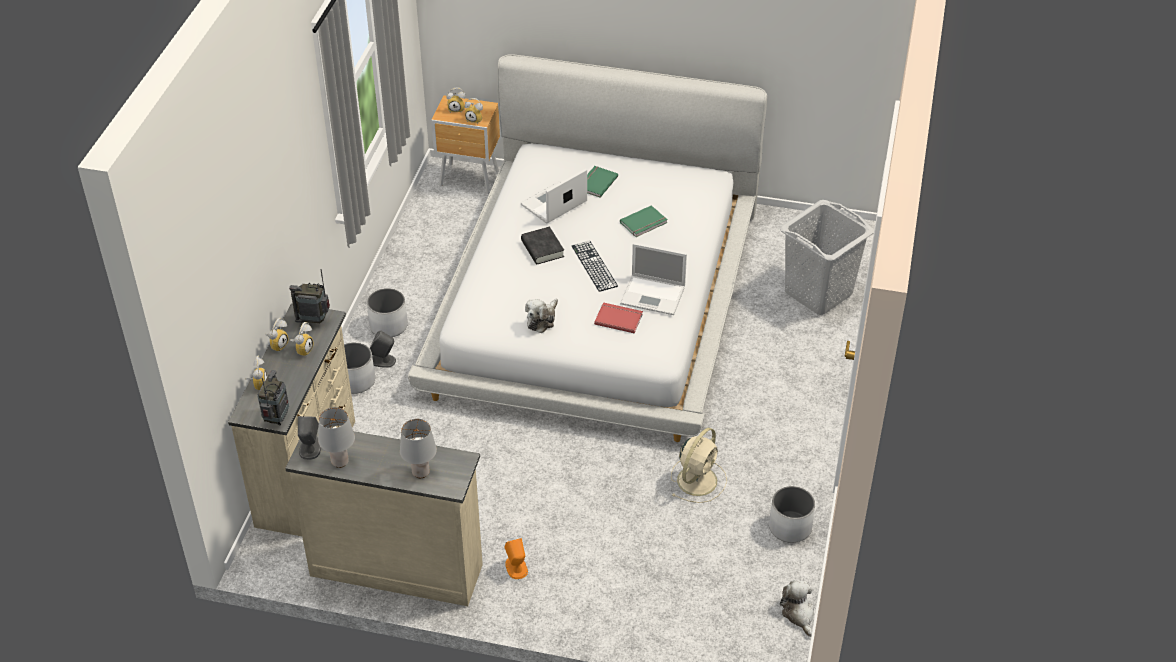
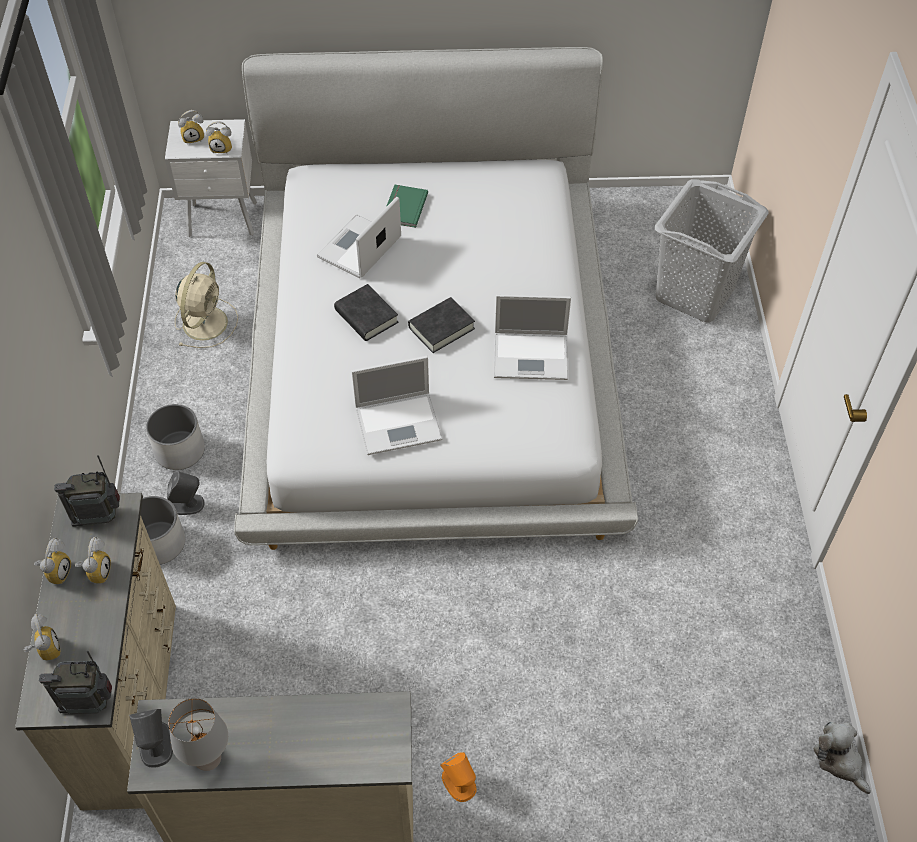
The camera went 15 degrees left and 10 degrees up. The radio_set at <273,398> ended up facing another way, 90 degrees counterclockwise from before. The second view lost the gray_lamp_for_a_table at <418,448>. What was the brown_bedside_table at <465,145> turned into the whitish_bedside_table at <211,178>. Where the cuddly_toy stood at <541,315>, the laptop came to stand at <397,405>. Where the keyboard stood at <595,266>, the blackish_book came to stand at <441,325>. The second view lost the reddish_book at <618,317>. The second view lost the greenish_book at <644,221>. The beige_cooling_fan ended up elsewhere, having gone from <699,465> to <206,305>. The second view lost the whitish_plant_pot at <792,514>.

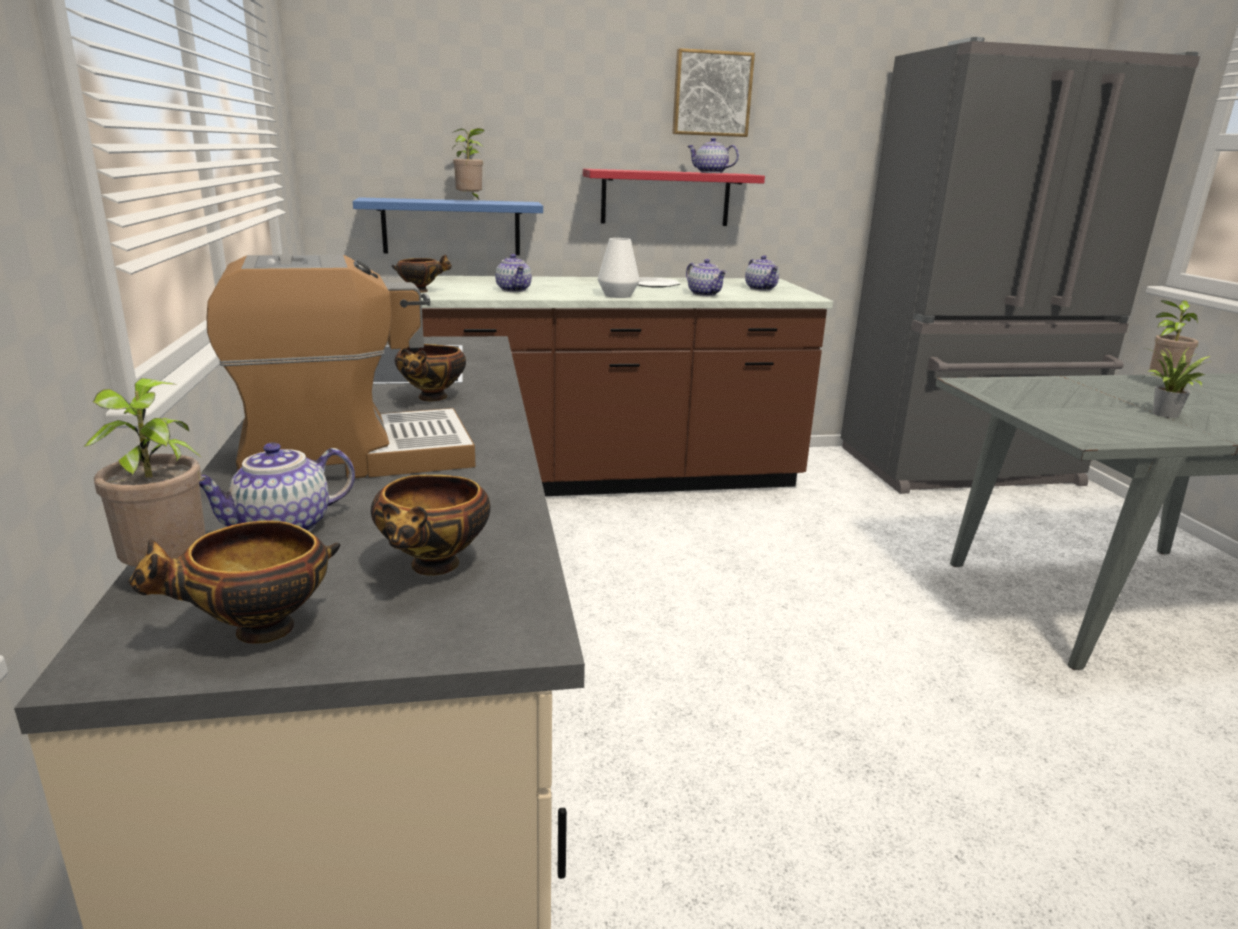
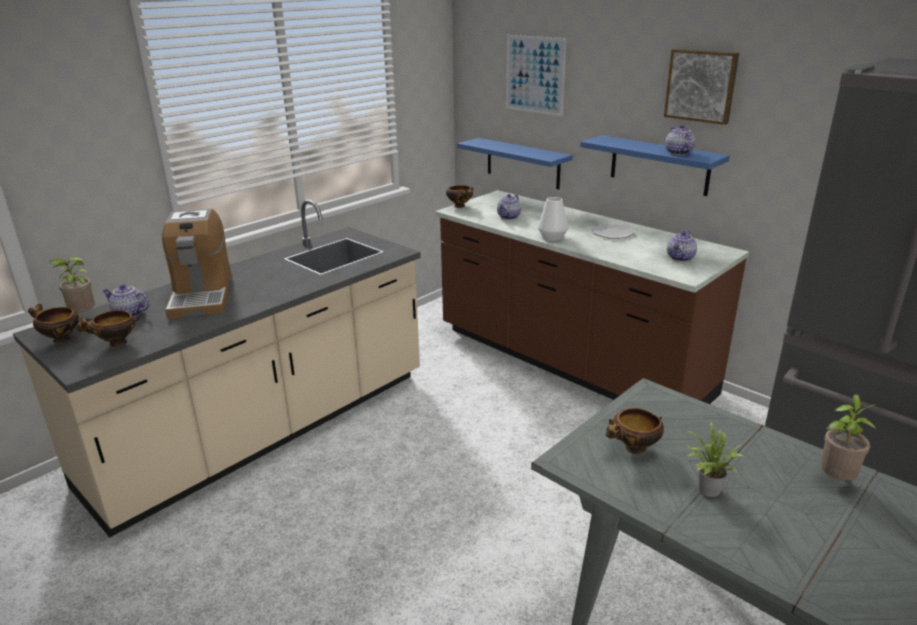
The camera went 55 degrees right and 5 degrees up. The coffee_maker at <340,367> ended up facing another way, 45 degrees clockwise from before. The serving_bowl ended up elsewhere, having gone from <430,372> to <635,431>. The second view lost the plant_in_a_pot at <468,163>. What was the reddish_bracket_shelf at <674,197> turned into the bluish_bracket_shelf at <655,165>. The second view lost the teapot at <706,277>. The second view gained the wall_art at <536,75>.

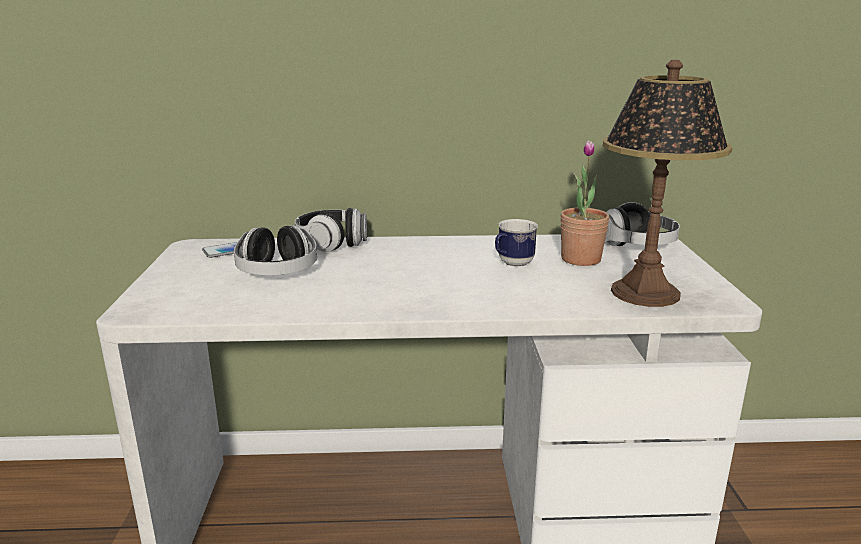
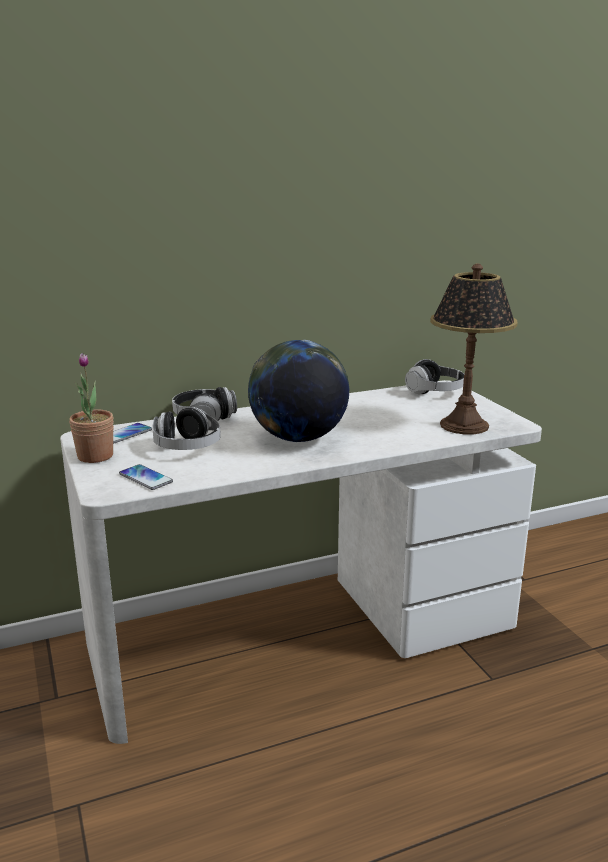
The camera went 20 degrees left and 0 degrees up. The second view lost the tea_mug at <516,243>. The plant_in_a_pot ended up elsewhere, having gone from <585,203> to <91,408>. The second view gained the phone at <146,477>. The second view gained the globe at <298,391>.

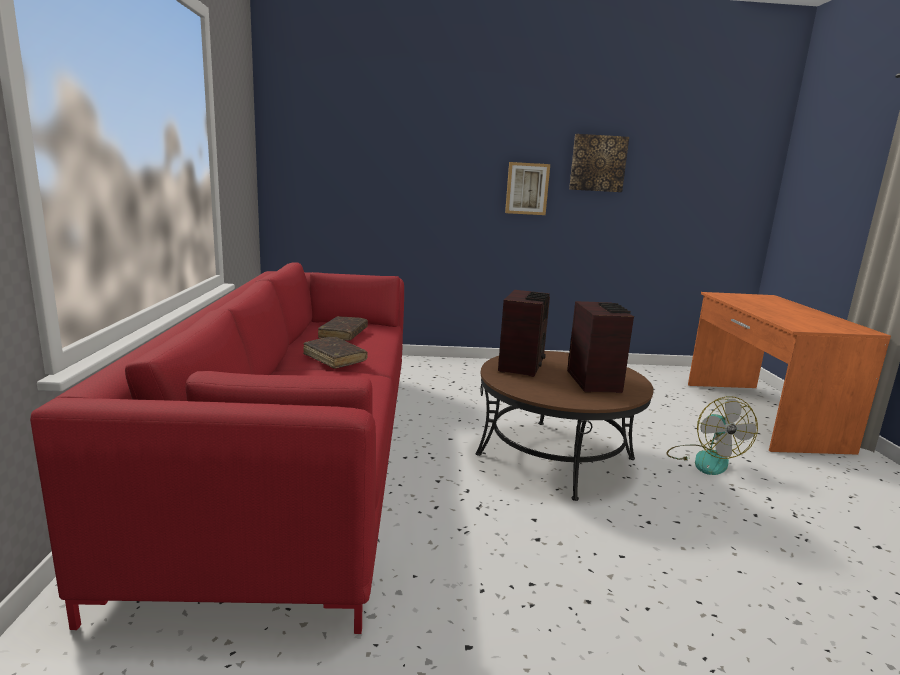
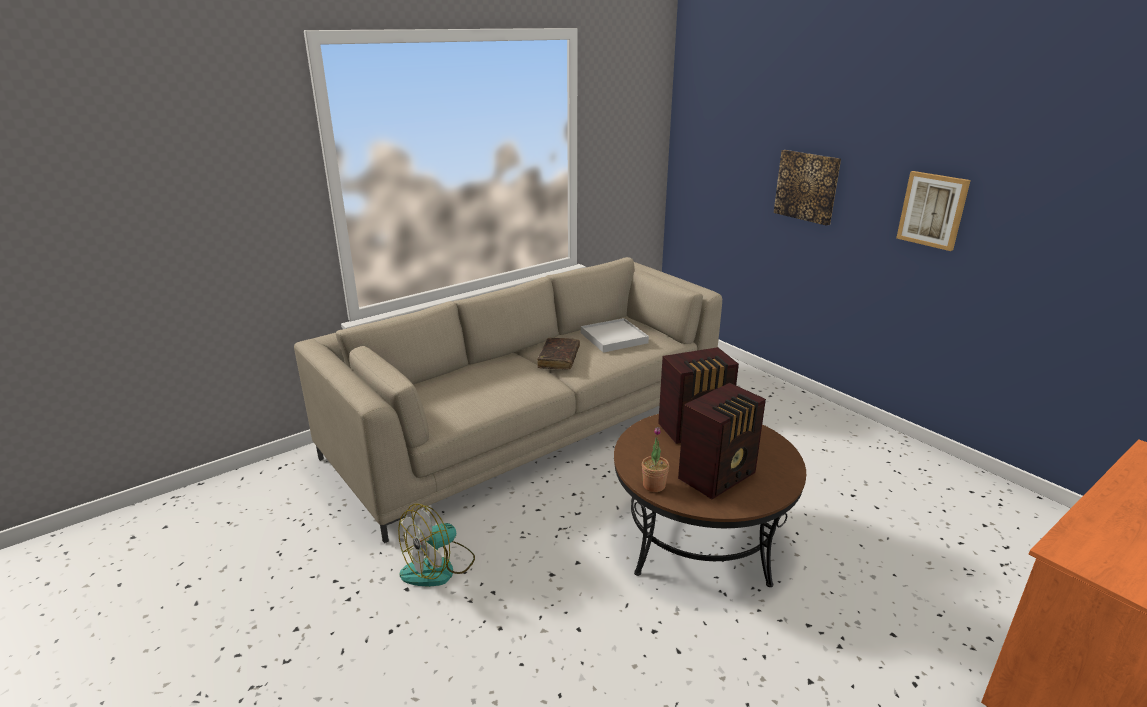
The camera went 55 degrees right and 10 degrees up. What was the reddish_couch at <217,448> turned into the beige_couch at <508,400>. Where the brown_book stood at <343,328>, the whitish_tray came to stand at <615,335>. The wall_art ended up elsewhere, having gone from <599,163> to <807,188>. The cooling_fan ended up elsewhere, having gone from <712,435> to <436,545>. The second view gained the plant_in_a_pot at <655,459>.

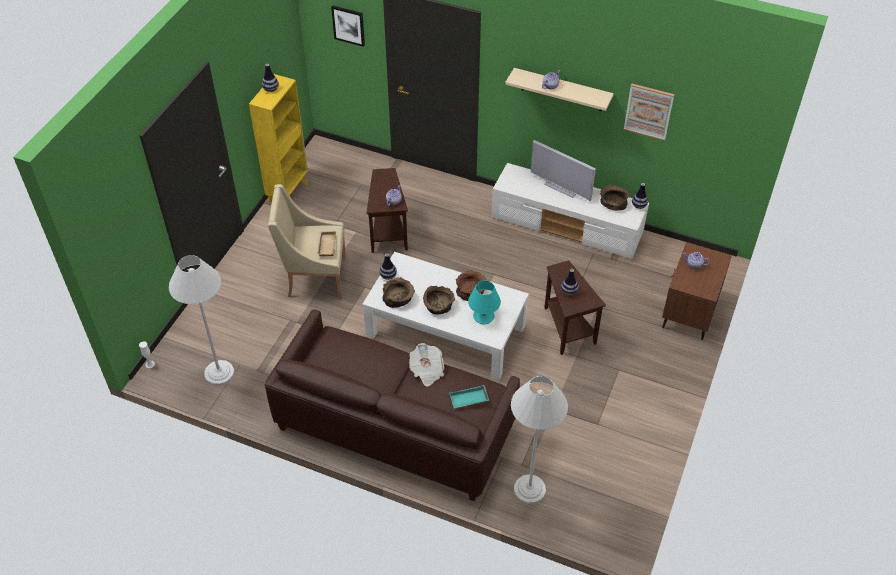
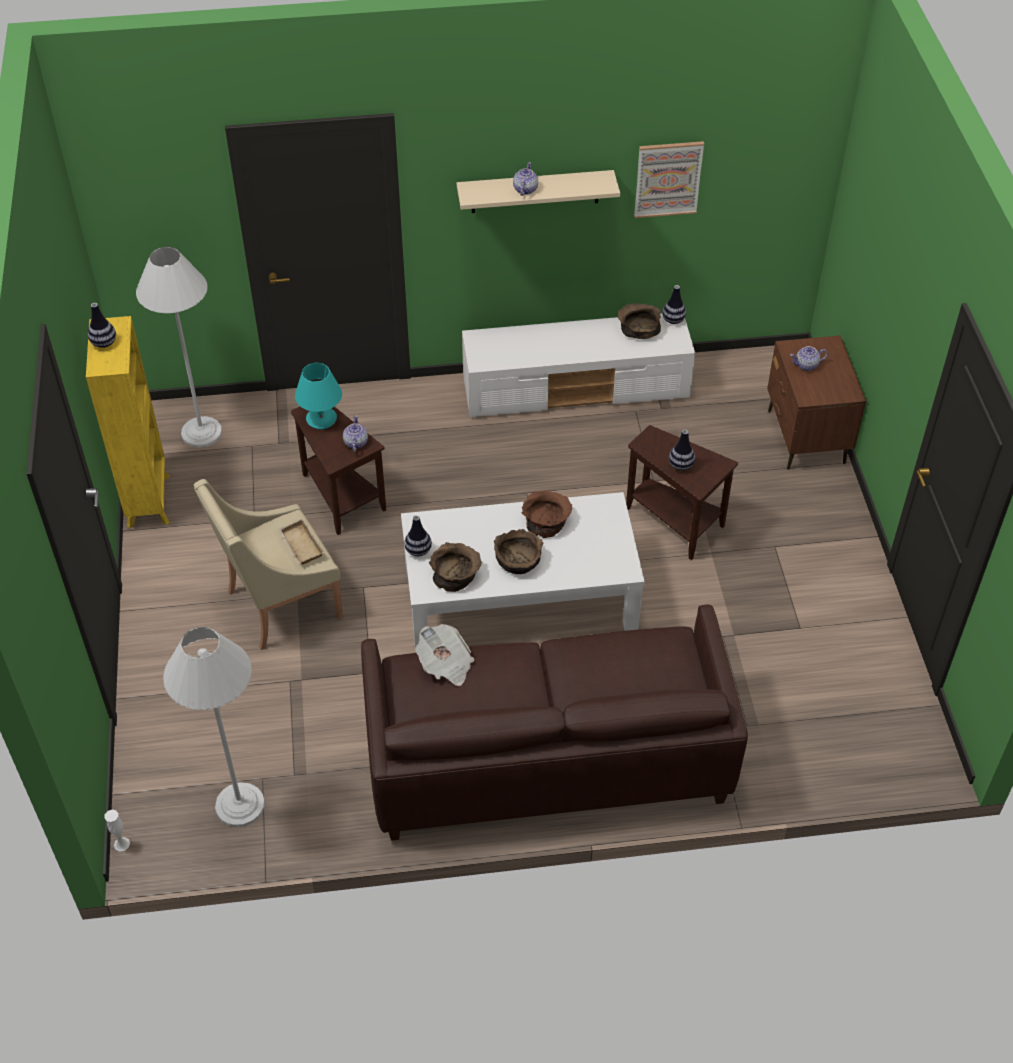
The camera went 30 degrees left and 0 degrees up. The second view lost the wall_art at <348,26>. The printed_paper ended up elsewhere, having gone from <426,365> to <444,655>. The second view lost the turquoise-coloured_tray at <469,396>. The turquoise-coloured_lamp_for_a_table ended up elsewhere, having gone from <484,302> to <318,396>. The whitish_standing_lamp ended up elsewhere, having gone from <539,440> to <179,347>. The second view lost the TV_set at <563,170>.

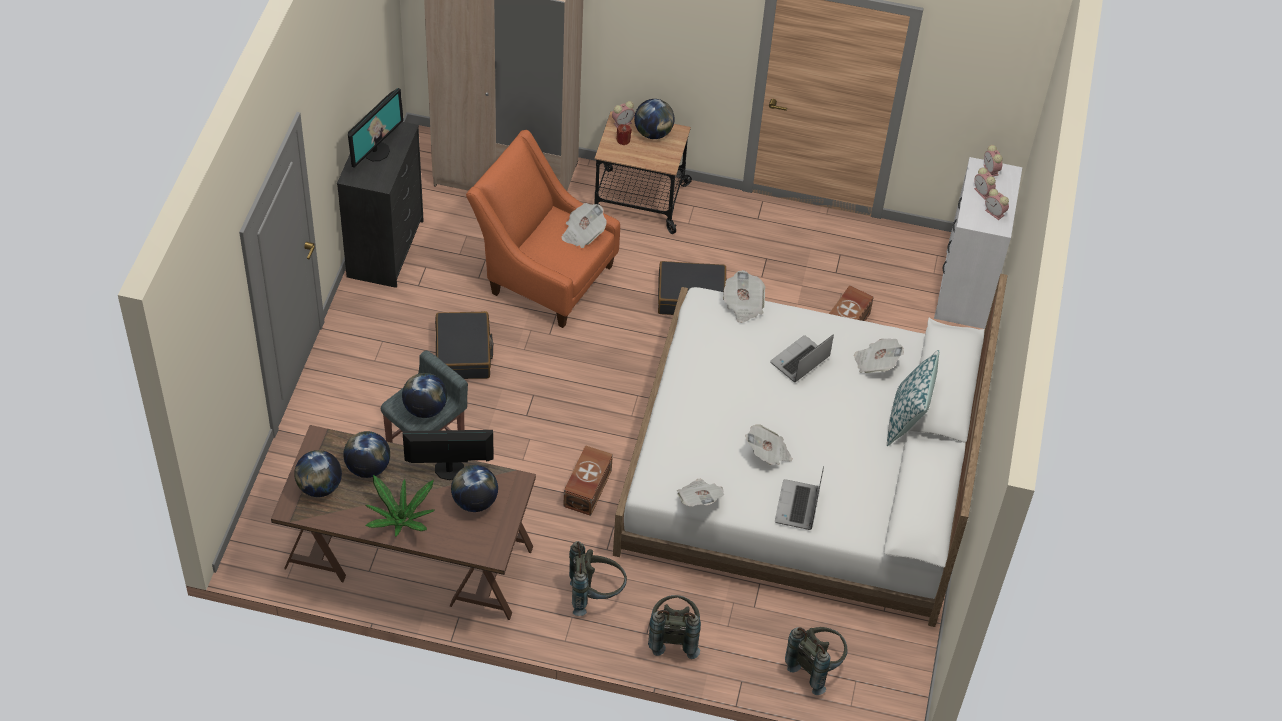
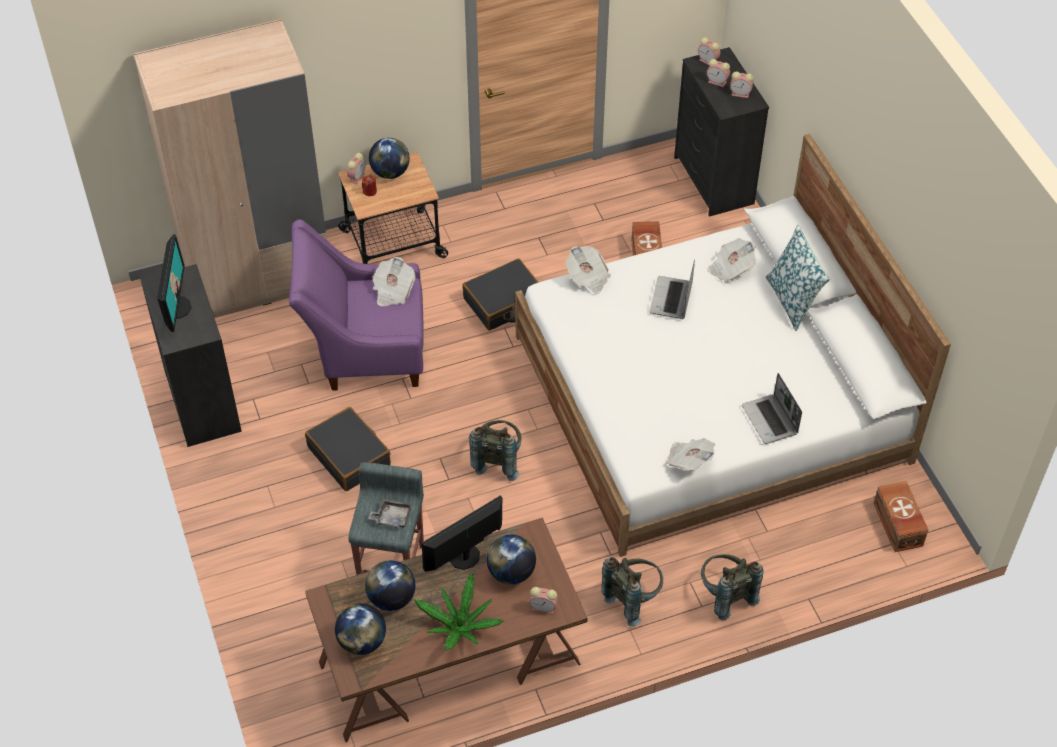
The camera went 30 degrees left and 0 degrees up. Where the globe stood at <424,395>, the gray_tray came to stand at <390,513>. What was the orange_armchair at <543,229> turned into the purple-coloured_armchair at <356,305>. The brown_storage_box ended up elsewhere, having gone from <588,480> to <901,516>. The second view lost the printed_paper at <769,444>. The gray_backpack ended up elsewhere, having gone from <816,661> to <495,450>. What was the whitish_dresser at <978,243> turned into the blackish_dresser at <721,132>. The second view gained the alarm_clock at <543,600>.

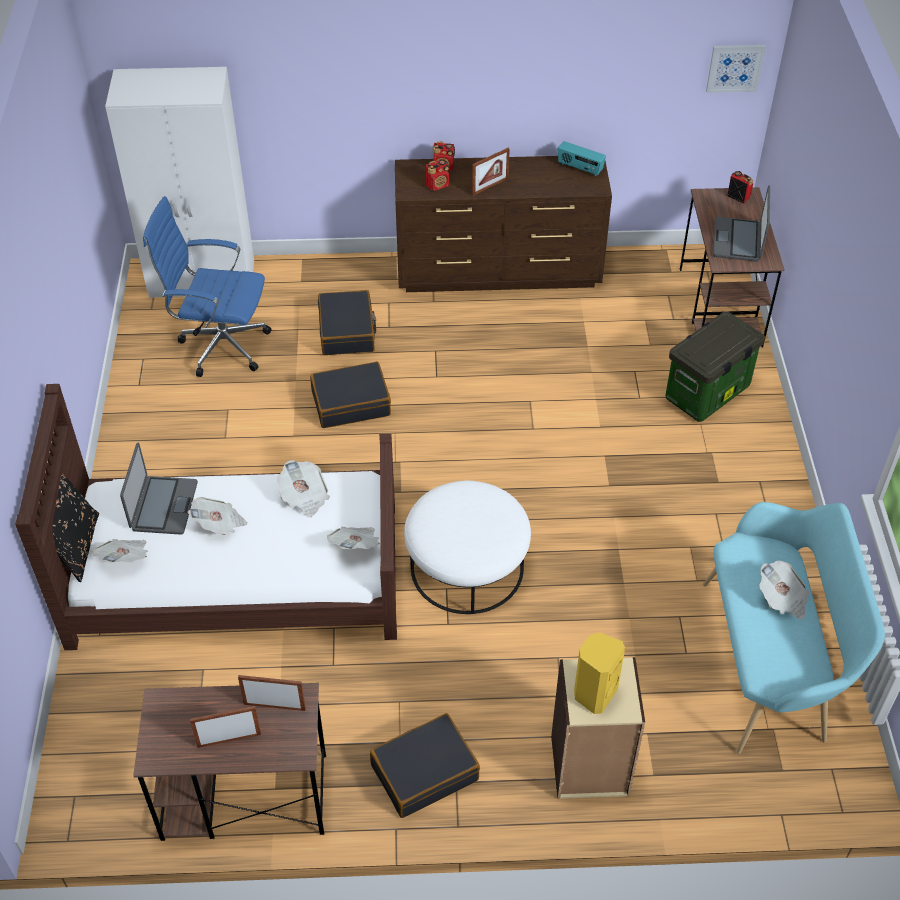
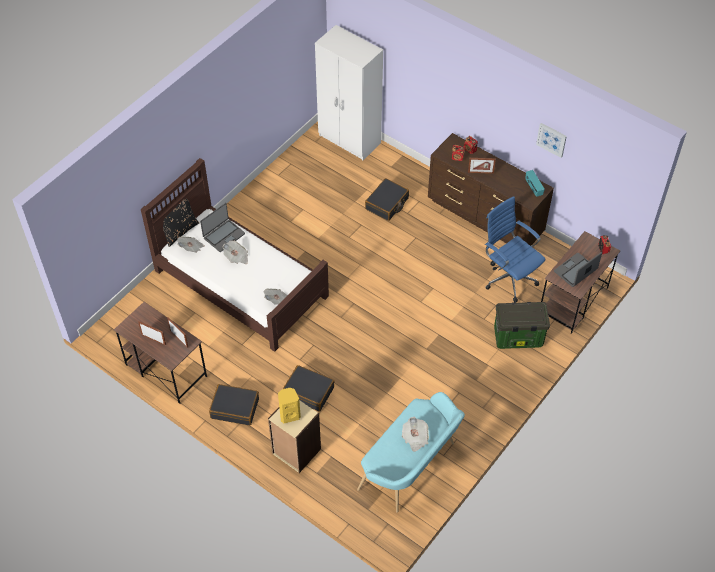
The camera went 40 degrees right and 5 degrees up. The bluish_computer_chair ended up elsewhere, having gone from <207,286> to <515,249>. The second view lost the printed_paper at <303,488>. The blackish_suitcase ended up elsewhere, having gone from <350,395> to <309,388>. The second view lost the whitish_ottoman at <467,547>. The wall_art ended up elsewhere, having gone from <736,69> to <551,140>.

